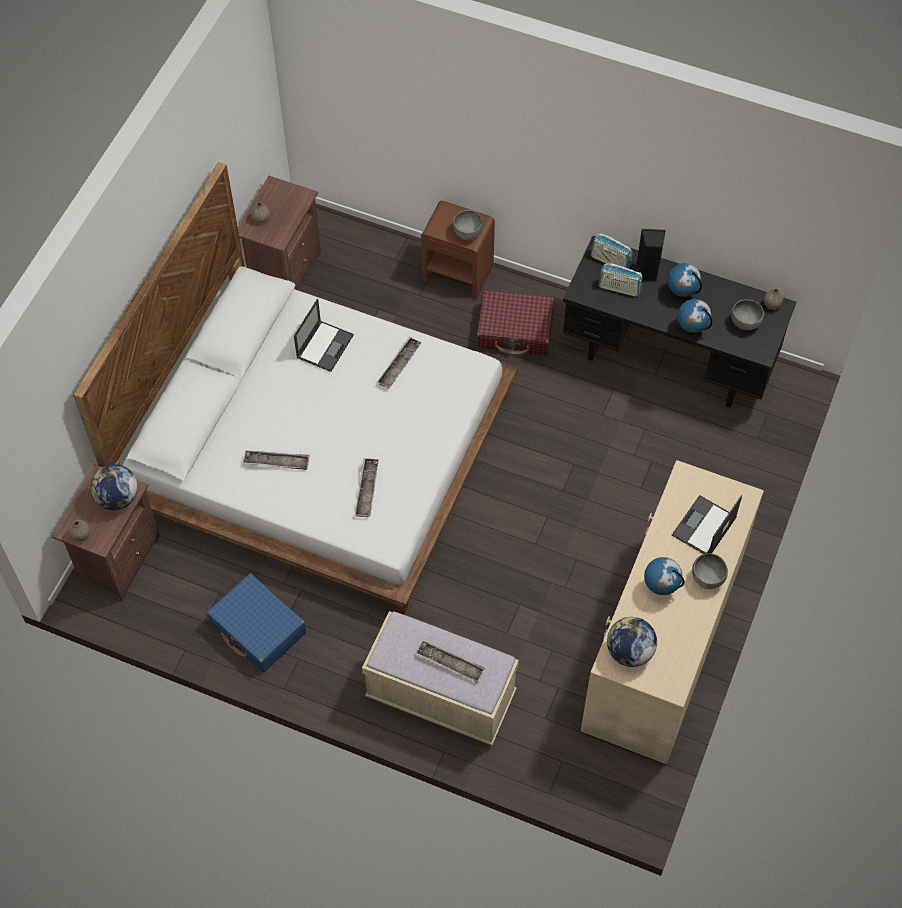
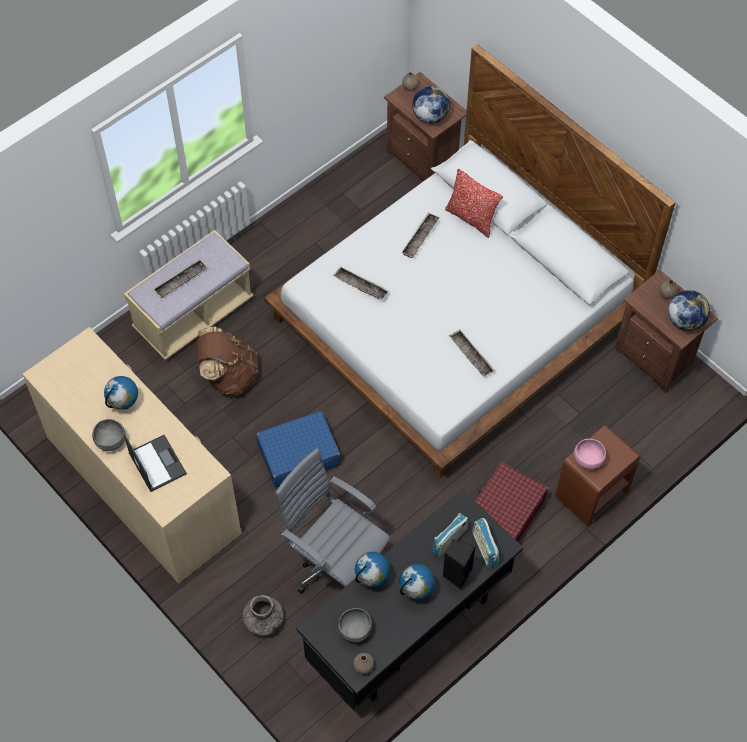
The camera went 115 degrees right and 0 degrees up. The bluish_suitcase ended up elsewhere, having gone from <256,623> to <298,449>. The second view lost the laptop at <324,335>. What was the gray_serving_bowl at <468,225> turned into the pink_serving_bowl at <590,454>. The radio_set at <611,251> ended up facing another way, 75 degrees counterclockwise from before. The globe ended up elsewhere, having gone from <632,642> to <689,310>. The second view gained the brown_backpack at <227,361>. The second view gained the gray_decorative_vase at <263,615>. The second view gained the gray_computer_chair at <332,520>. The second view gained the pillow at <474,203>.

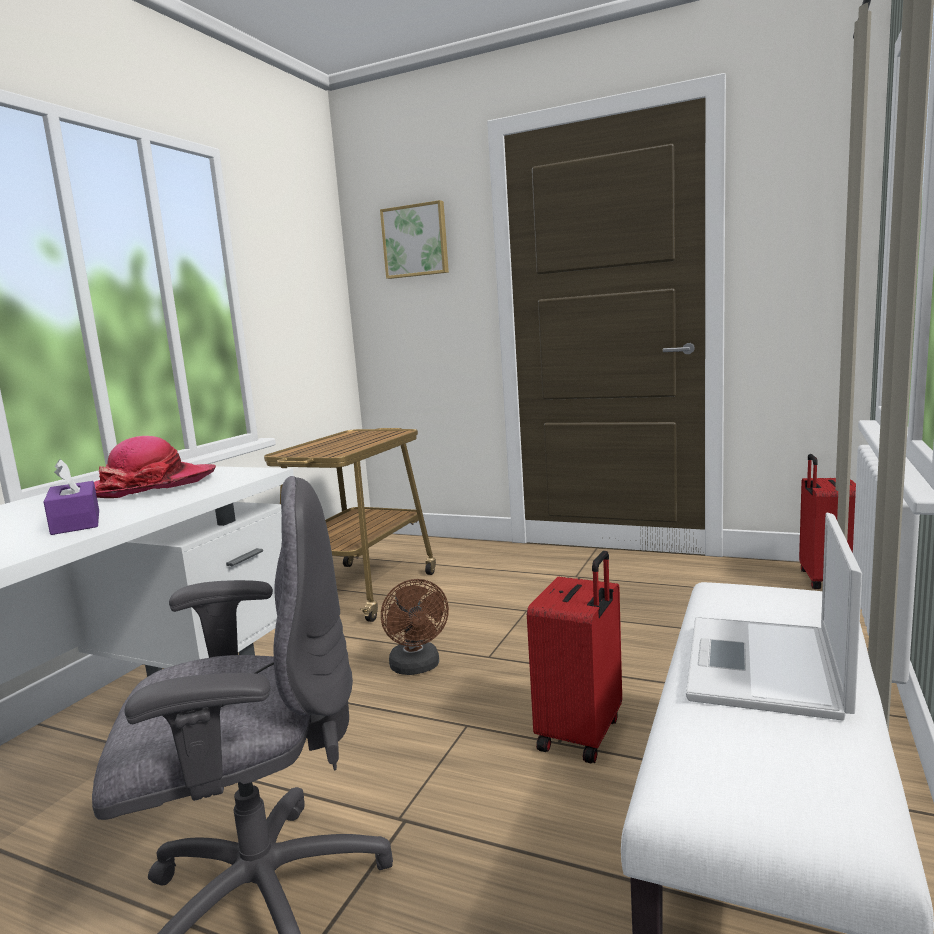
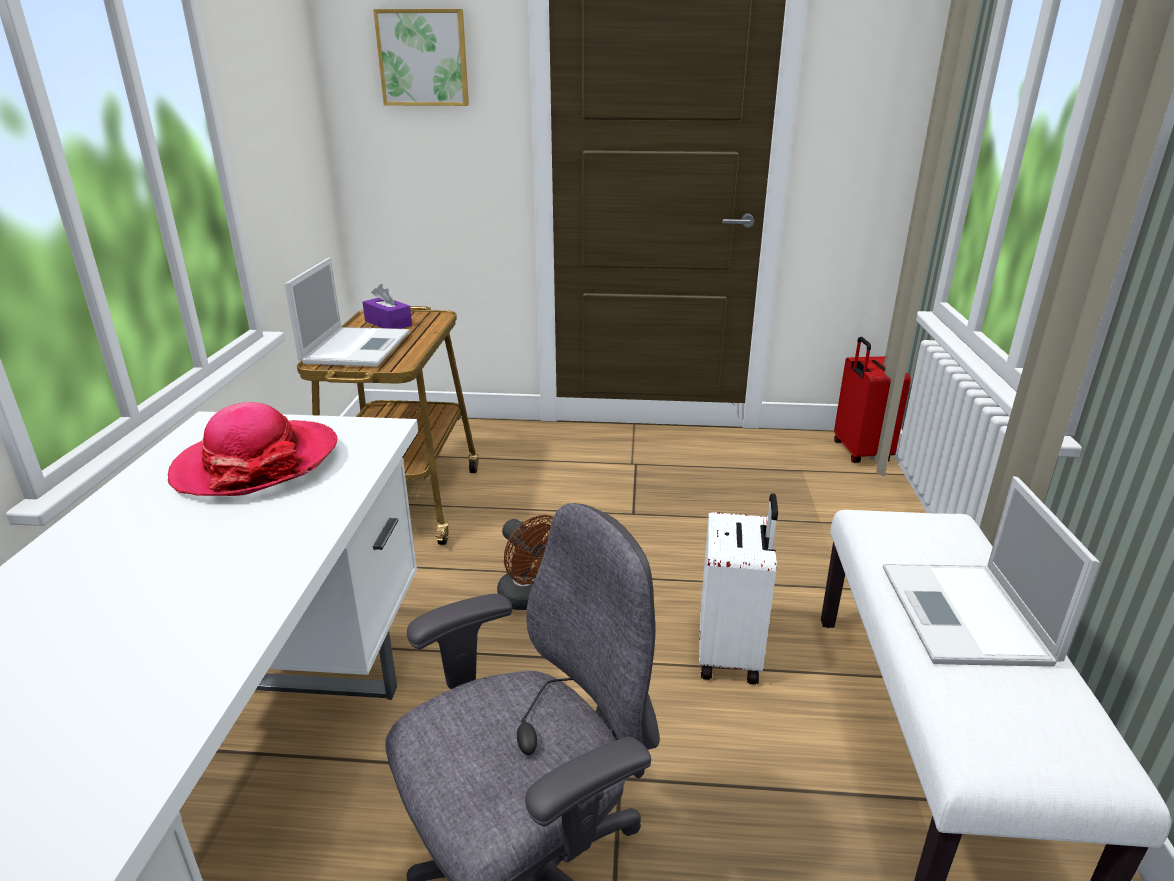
The camera went 20 degrees left and 15 degrees up. The purple-coloured_tissue_box ended up elsewhere, having gone from <71,497> to <387,306>. What was the reddish_suitcase at <574,657> turned into the whitish_suitcase at <738,589>. The second view gained the laptop at <346,312>.

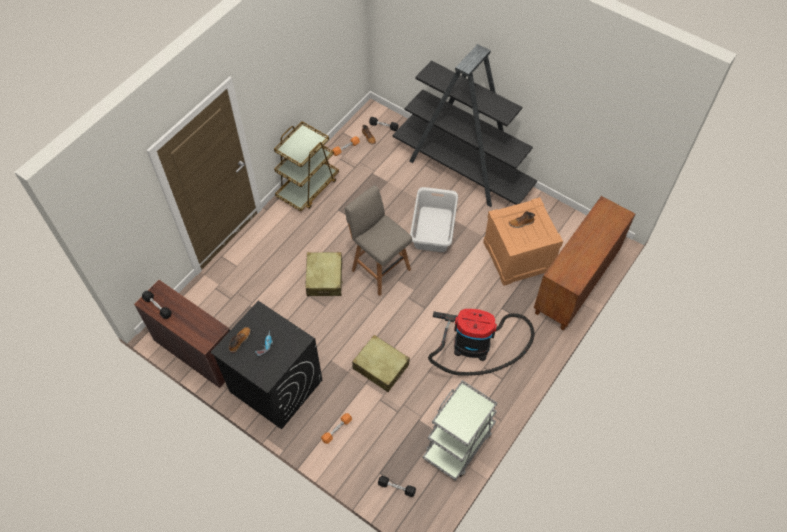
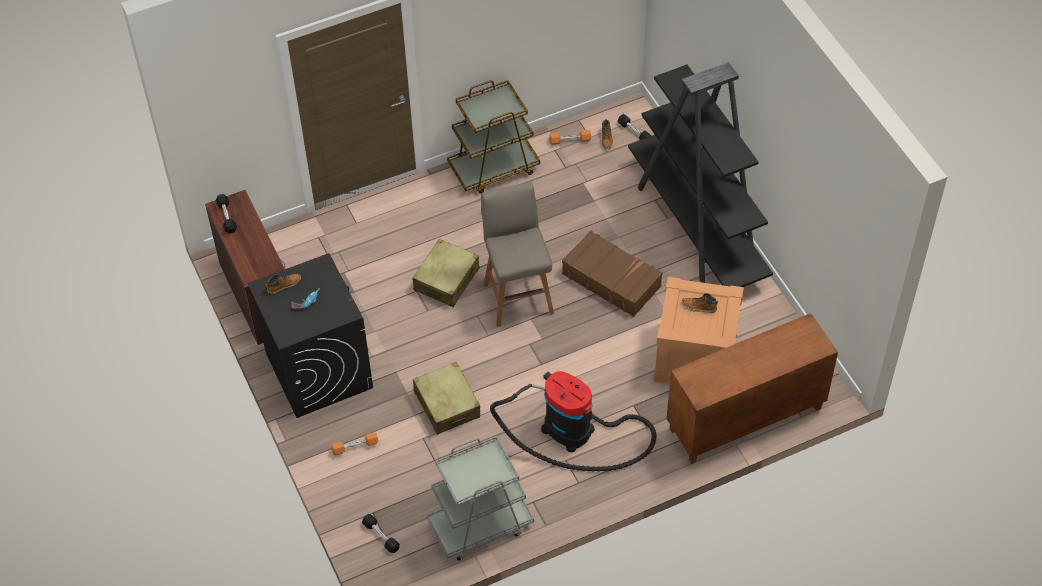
The camera went 30 degrees right and 5 degrees down. Where the gray_laundry_basket stood at <434,219>, the brown_suitcase came to stand at <612,273>.

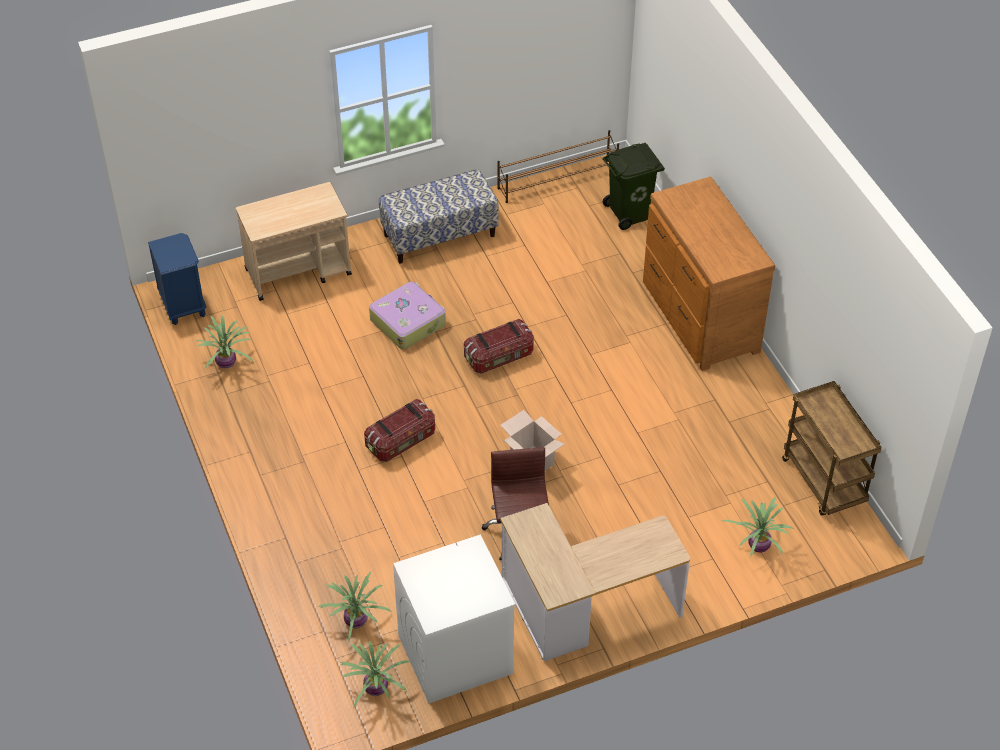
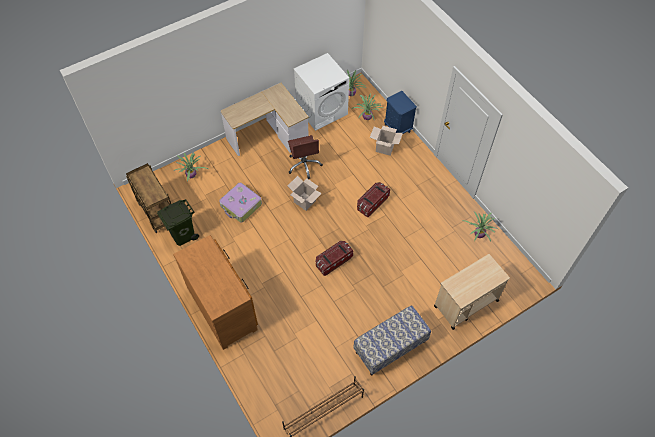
The camera went 170 degrees right and 10 degrees up. The bluish_bedside_table ended up elsewhere, having gone from <177,279> to <400,112>. The suitcase ended up elsewhere, having gone from <407,315> to <240,202>. The greenish_rubbish_bin ended up elsewhere, having gone from <633,186> to <178,222>. The second view gained the packing_box at <386,141>.

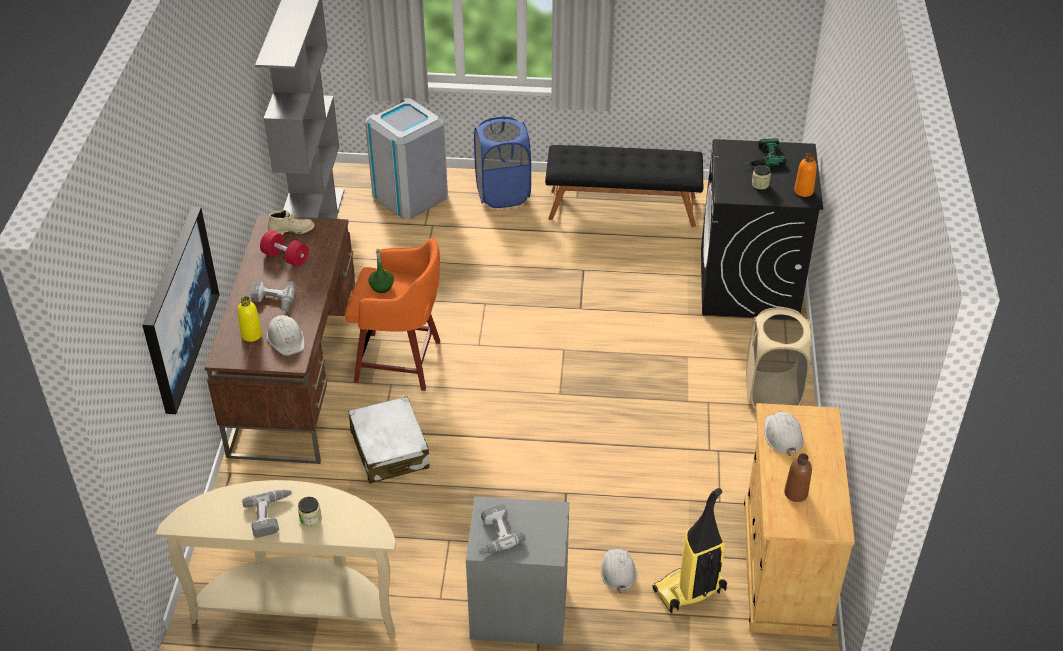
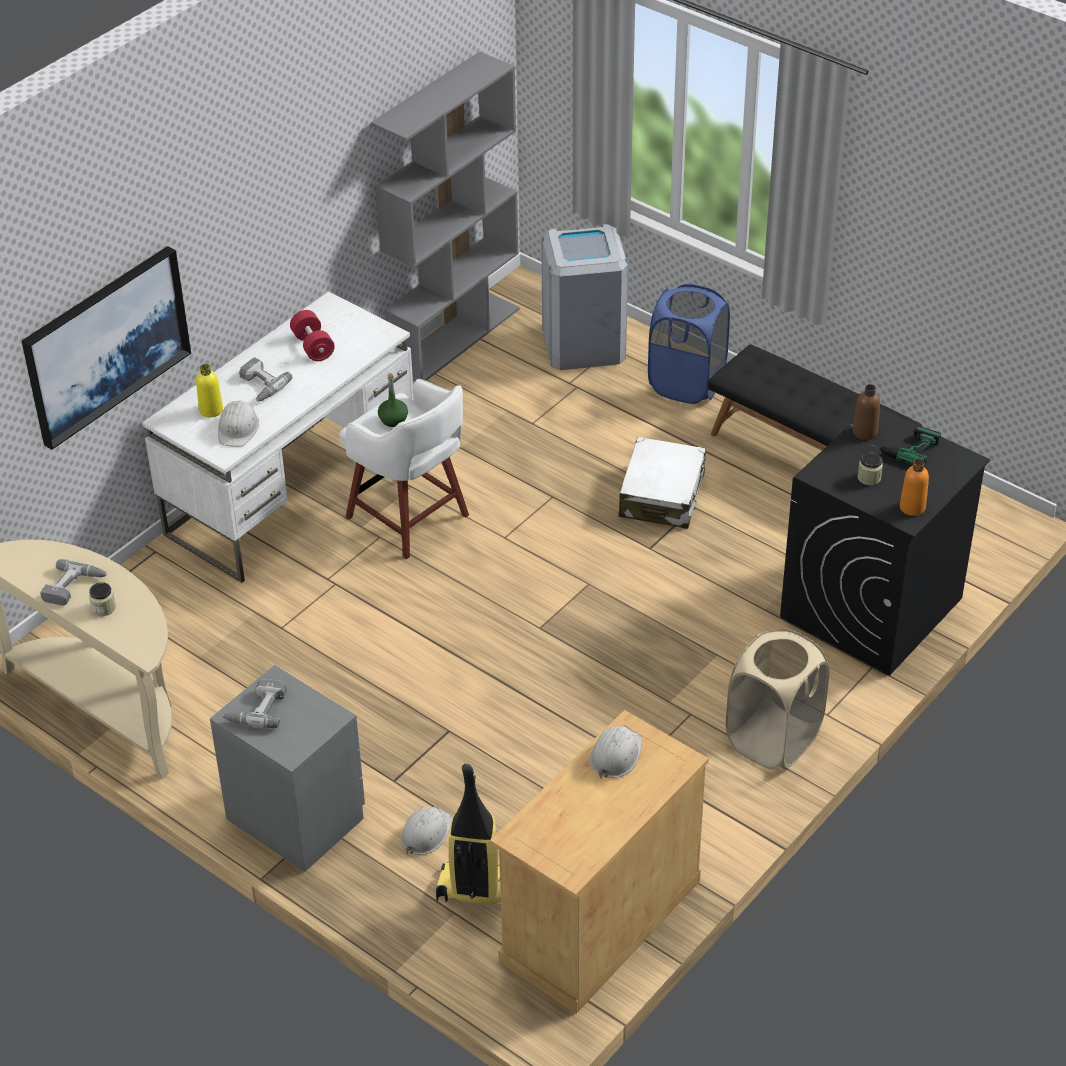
The camera went 35 degrees right and 0 degrees up. What was the brown_desk_table at <279,339> turned into the whitish_desk_table at <278,437>. The second view lost the beige_tall_boot at <291,222>. What was the orange_stool_seat at <393,314> turned into the whitish_stool_seat at <404,469>. The whitish_suitcase ended up elsewhere, having gone from <389,440> to <662,483>. The brown_drink_bottle ended up elsewhere, having gone from <798,477> to <866,412>.

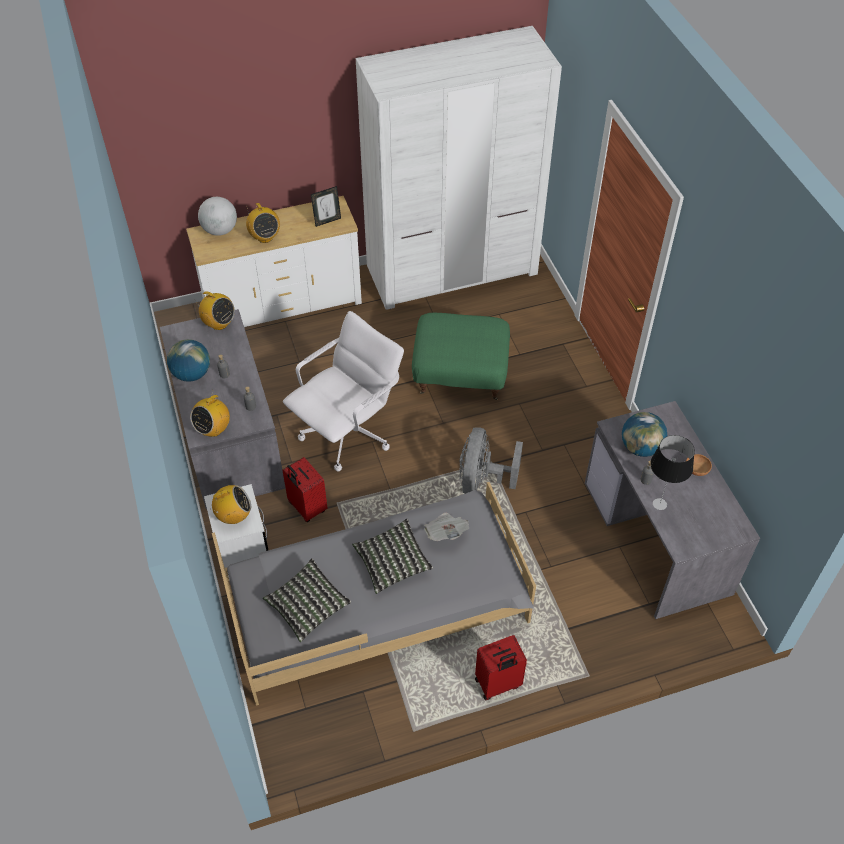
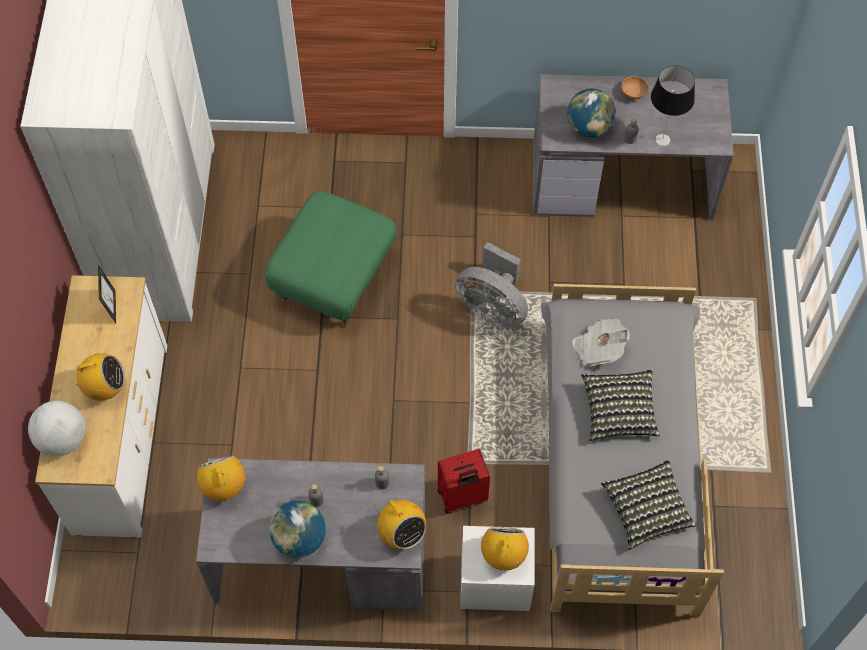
The camera went 70 degrees left and 10 degrees up. The radio_set at <214,310> ended up facing another way, 75 degrees counterclockwise from before. The second view lost the whitish_computer_chair at <343,391>. The second view lost the reddish_suitcase at <501,667>.

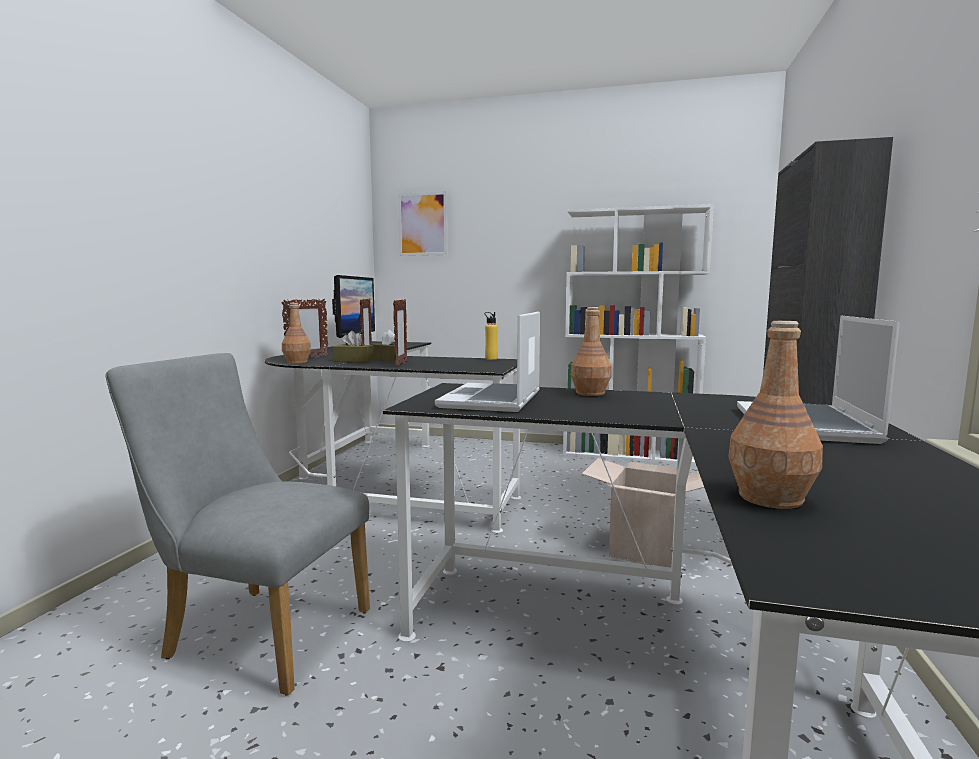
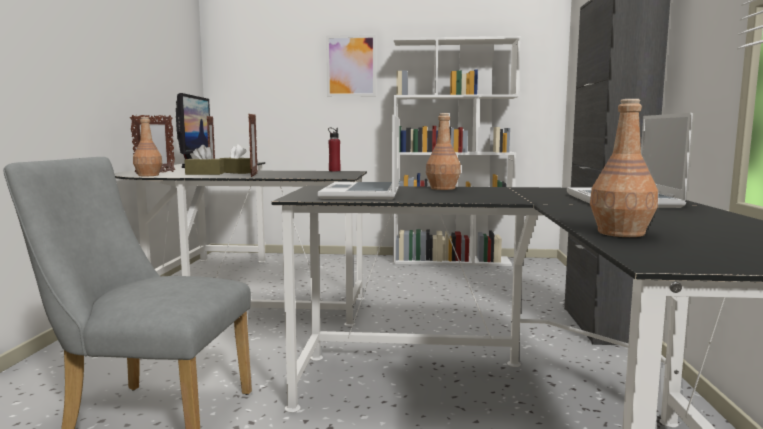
The camera went 10 degrees left and 0 degrees up. The wall_art ended up elsewhere, having gone from <422,223> to <351,65>. What was the yellow_drink_bottle at <491,336> turned into the reddish_drink_bottle at <334,150>. The second view lost the packing_box at <643,512>.

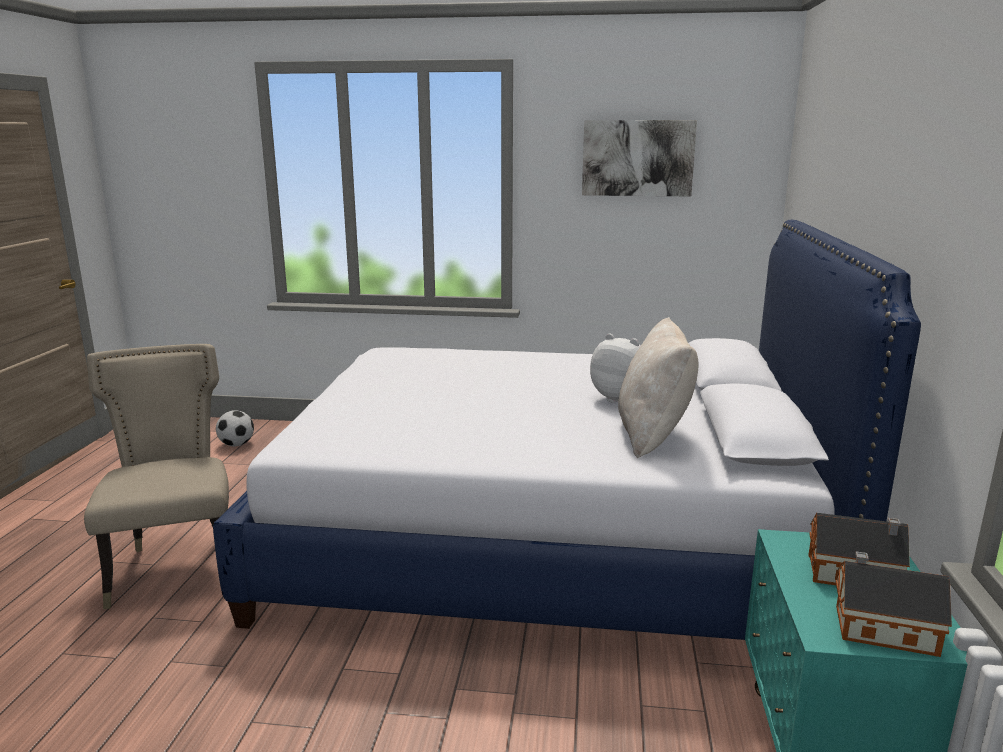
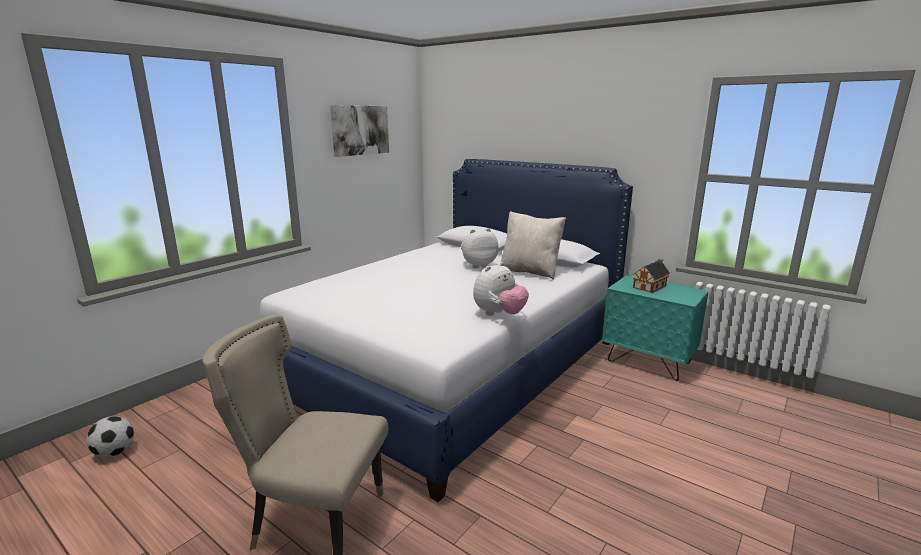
The camera went 60 degrees left and 0 degrees up. The second view lost the miniature_house at <894,604>. The second view gained the cuddly_toy at <501,289>.

